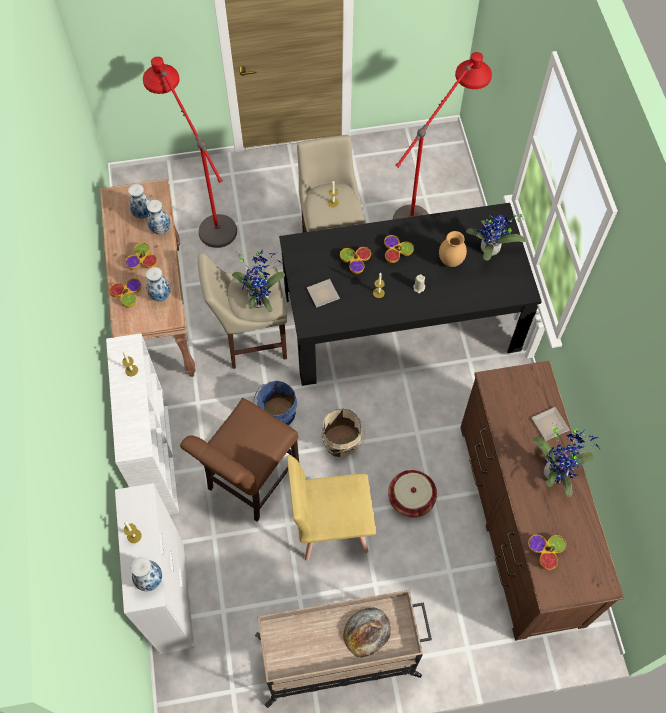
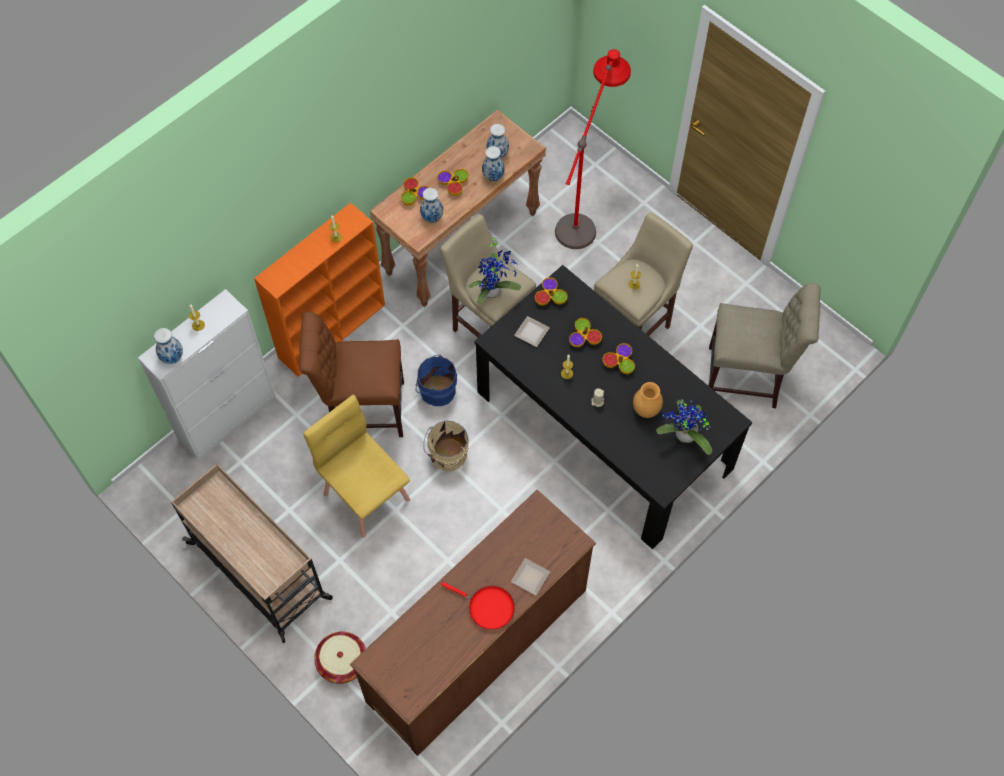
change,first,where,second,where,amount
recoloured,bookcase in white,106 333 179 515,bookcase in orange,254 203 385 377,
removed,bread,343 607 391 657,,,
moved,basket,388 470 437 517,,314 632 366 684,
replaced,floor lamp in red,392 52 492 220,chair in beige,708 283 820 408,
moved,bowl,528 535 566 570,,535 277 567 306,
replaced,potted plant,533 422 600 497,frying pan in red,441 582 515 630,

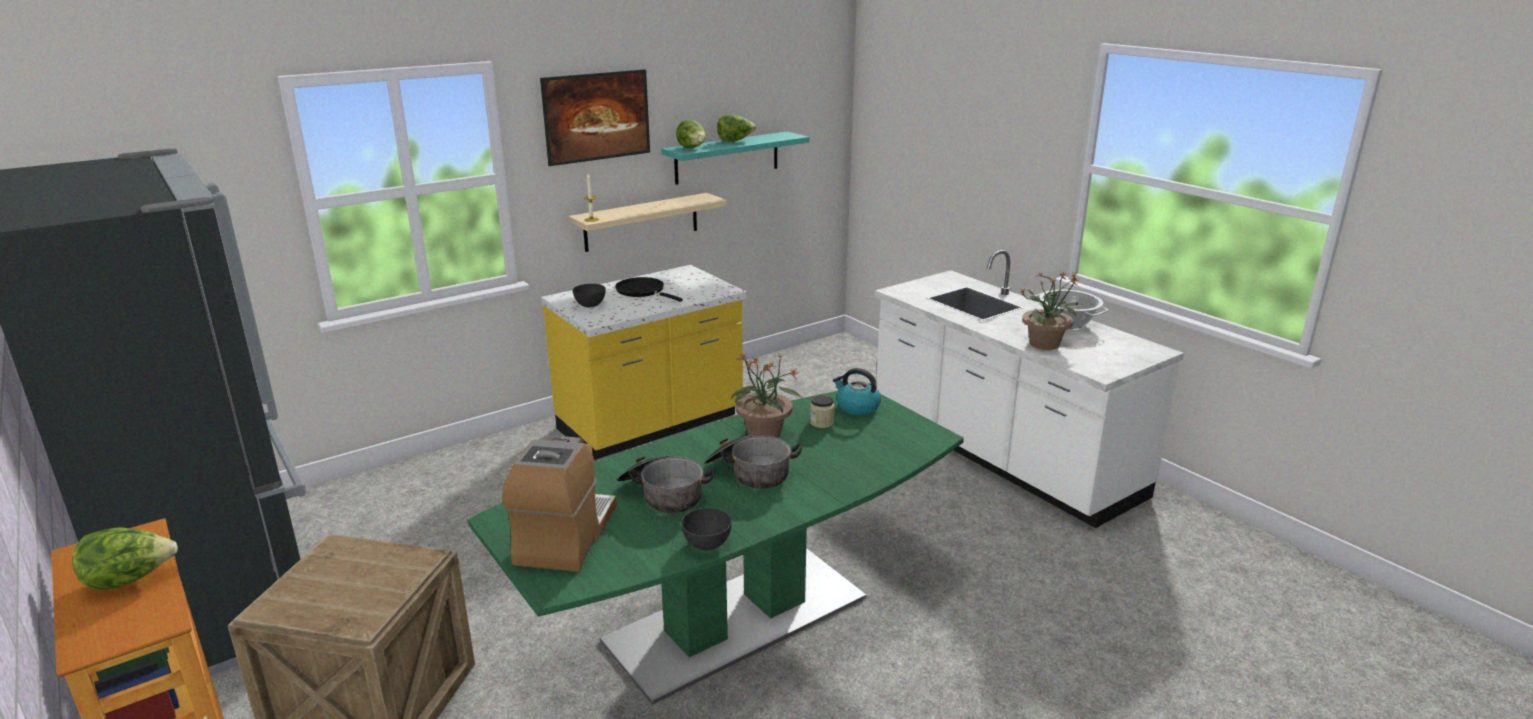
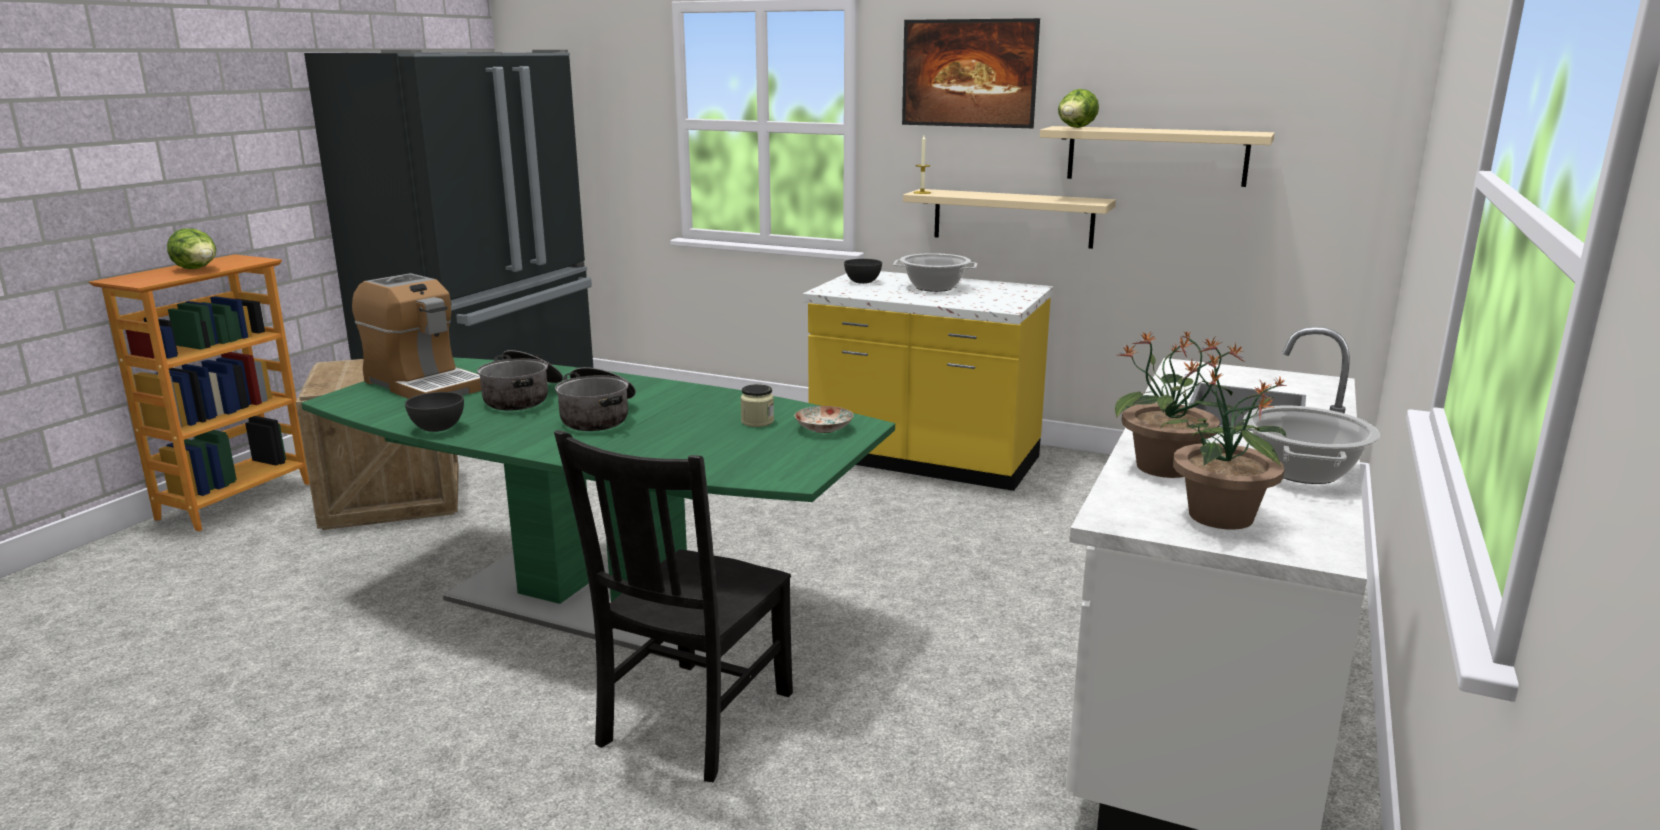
change,first,where,second,where,amount
turned,coffee machine,502 436 617 572,,352 273 481 399,60 degrees clockwise
replaced,frying pan in black,615 277 683 302,cooking pot,893 253 977 292,
recoloured,shelf in turquoise,661 131 810 185,shelf in beige,1040 126 1275 187,
removed,lettuce,717 114 756 142,,,
moved,potted plant,731 353 801 438,,1159 353 1287 530,
replaced,kettle,833 368 881 415,plate,795 406 854 433,
added,,,chair in black,554 430 793 782,

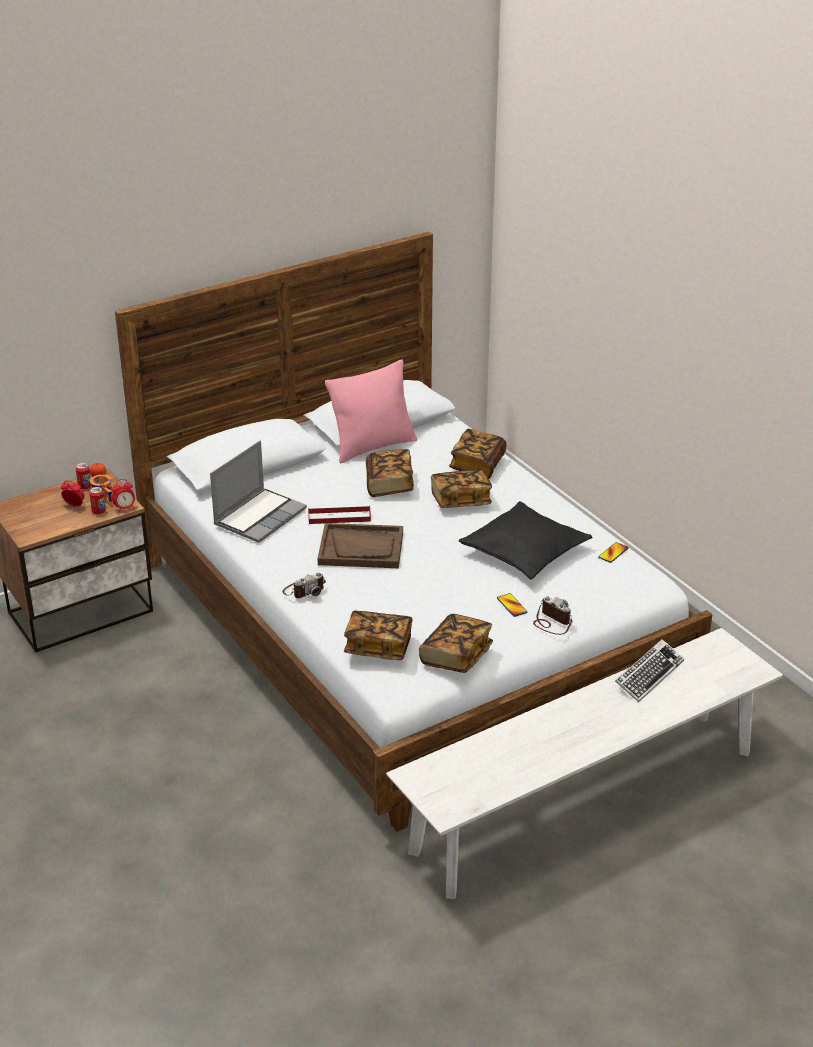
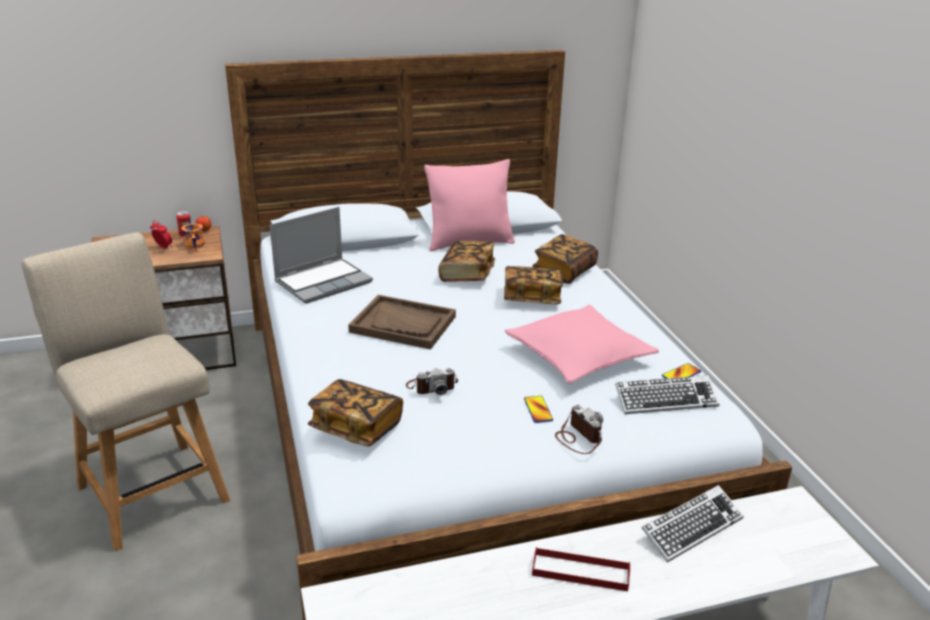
change,first,where,second,where,amount
removed,can,89 487 106 515,,,
removed,alarm clock,112 479 135 512,,,
moved,photo camera,282 573 326 598,,406 368 458 395,
moved,tray in red,308 506 371 524,,532 547 630 591,
removed,book,419 614 493 673,,,
recoloured,pillow in black,458 501 592 580,pillow in pink,505 304 659 384,
added,,,chair in beige,22 232 230 551,
added,,,keyboard,615 375 720 414,

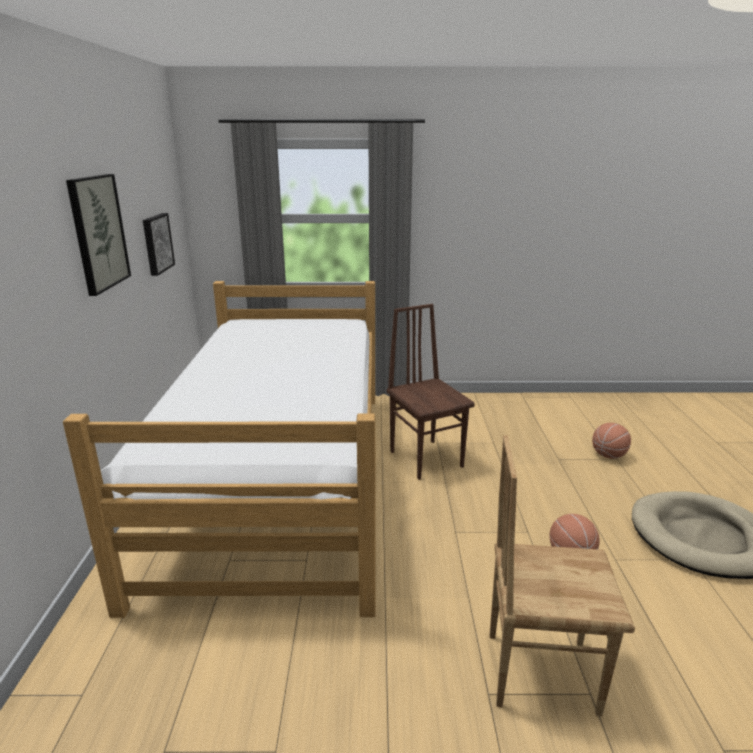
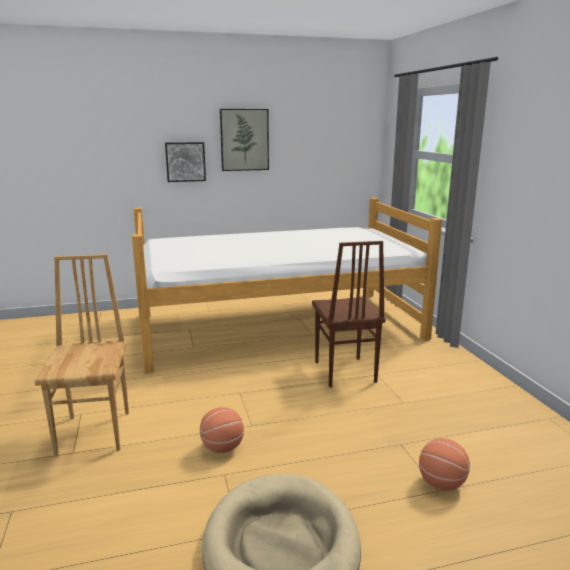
change,first,where,second,where,amount
moved,picture,143 213 175 276,,165 142 206 182,
turned,chair in brown,387 304 475 480,,312 241 386 387,120 degrees clockwise

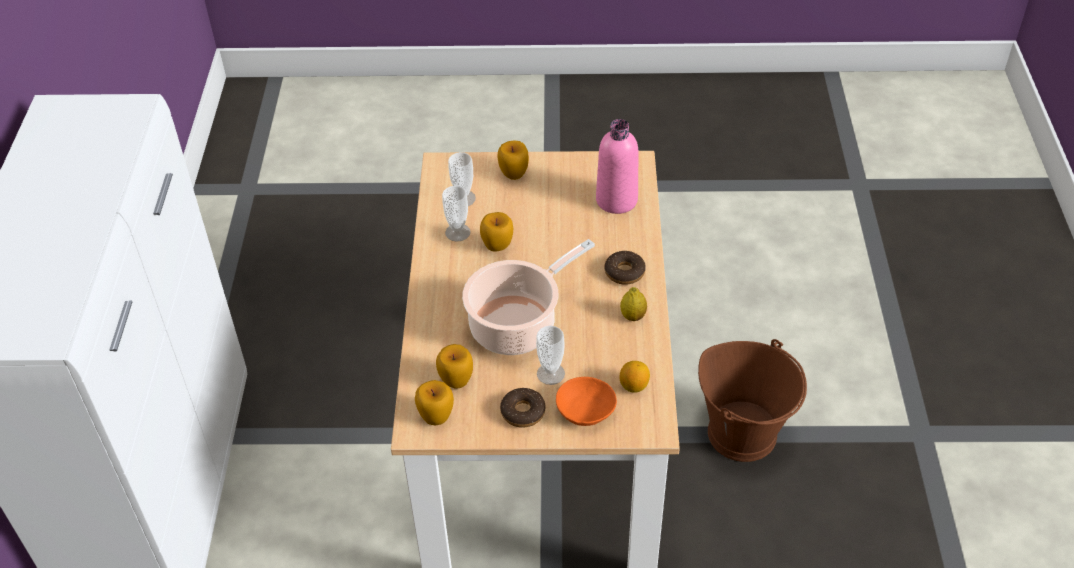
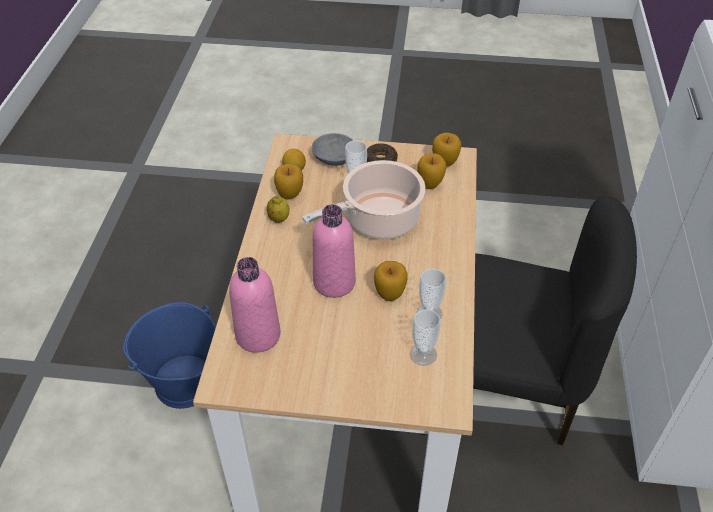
change,first,where,second,where,amount
moved,apple,498 140 529 180,,274 164 303 200,
recoloured,bowl in orange,556 377 617 426,bowl in grey,312 133 354 166,
removed,donut,604 251 646 285,,,
recoloured,bucket in brown,698 339 807 462,bucket in blue,123 302 216 409,
added,,,bottle in pink,313 204 356 298,
added,,,chair in black,419 195 637 445,

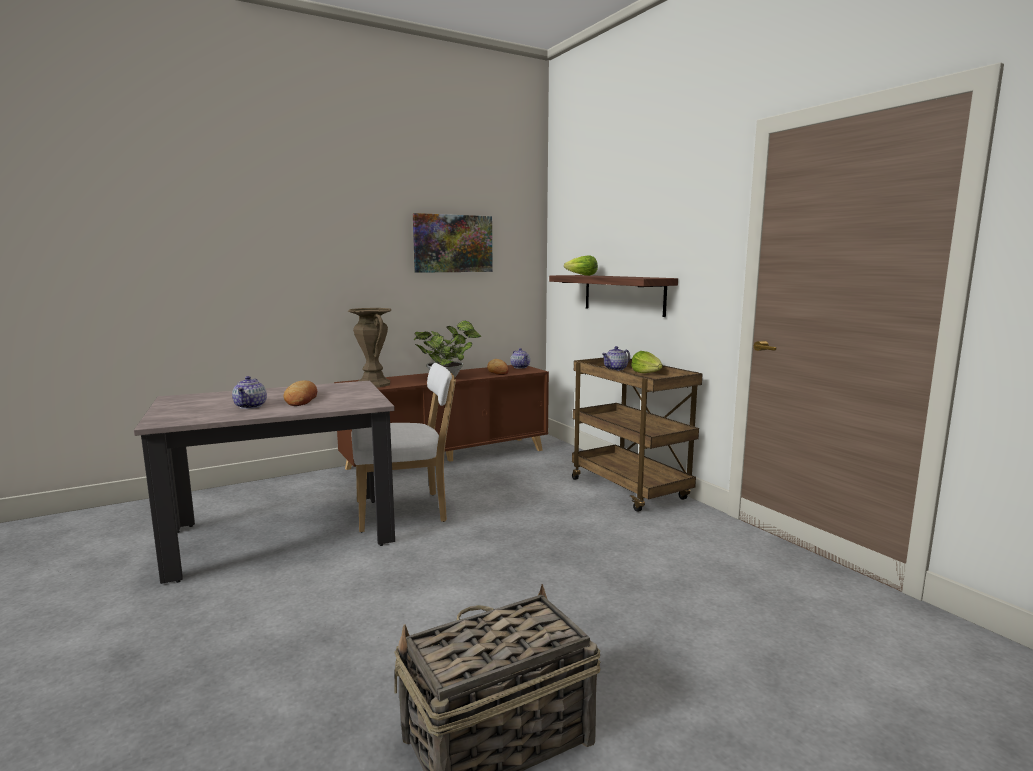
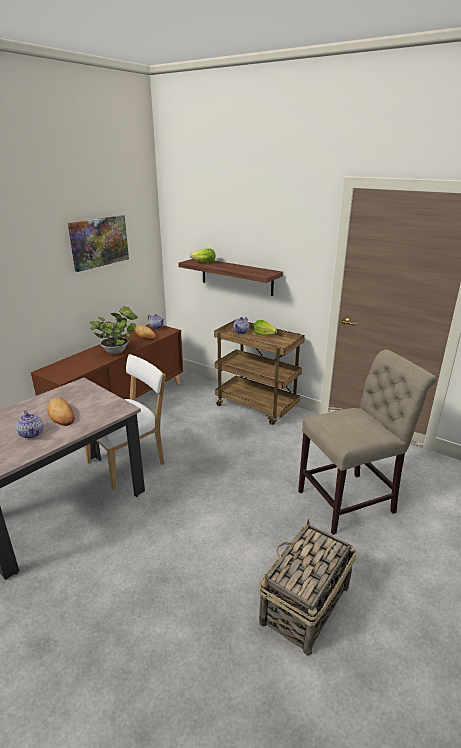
change,first,where,second,where,amount
removed,vase in brown,348 308 391 388,,,
added,,,chair in beige,298 350 436 535,

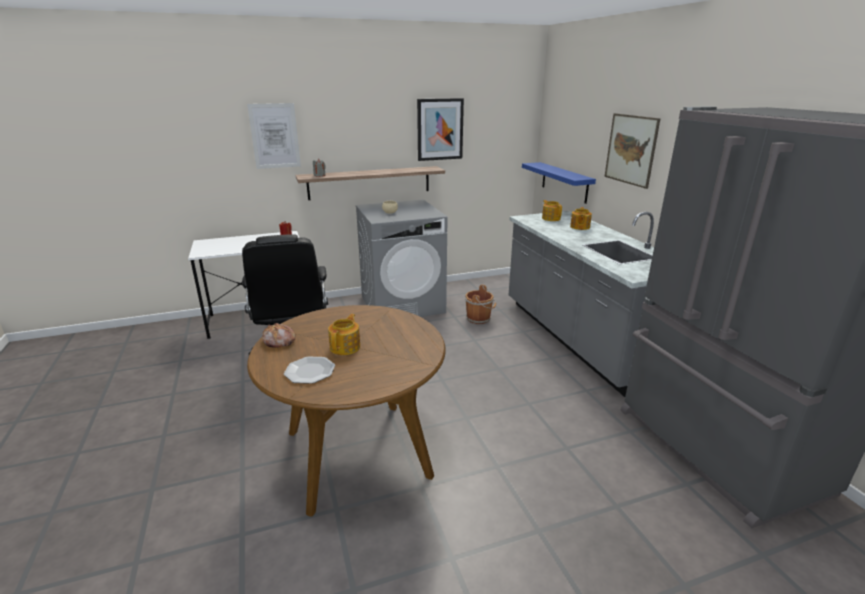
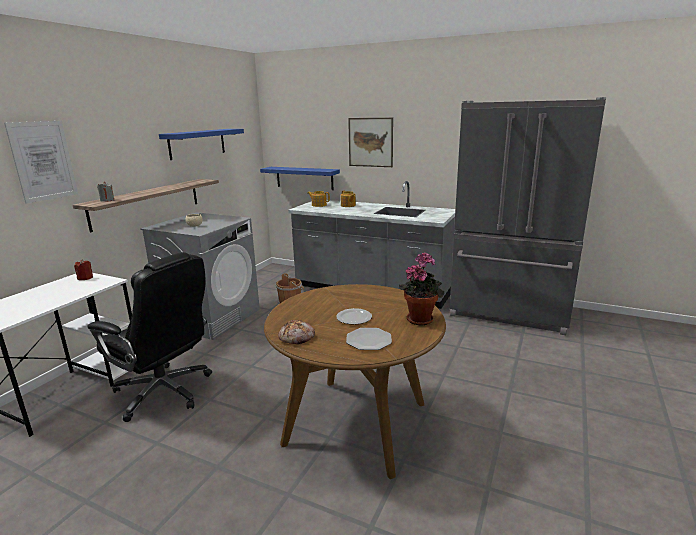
change,first,where,second,where,amount
replaced,teapot,328 314 360 355,plate,336 308 372 325,
replaced,picture,417 98 464 161,shelf in blue,159 129 244 160,
added,,,potted plant,399 252 444 325,

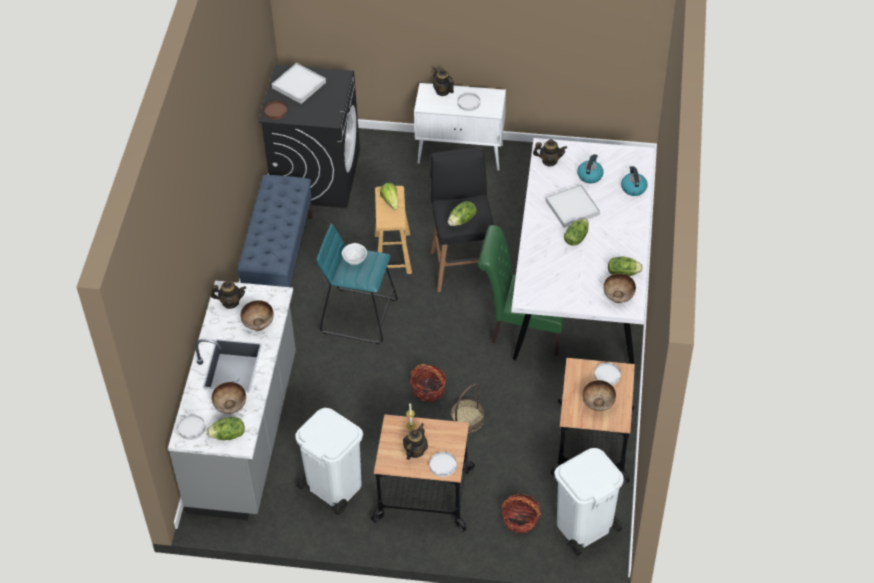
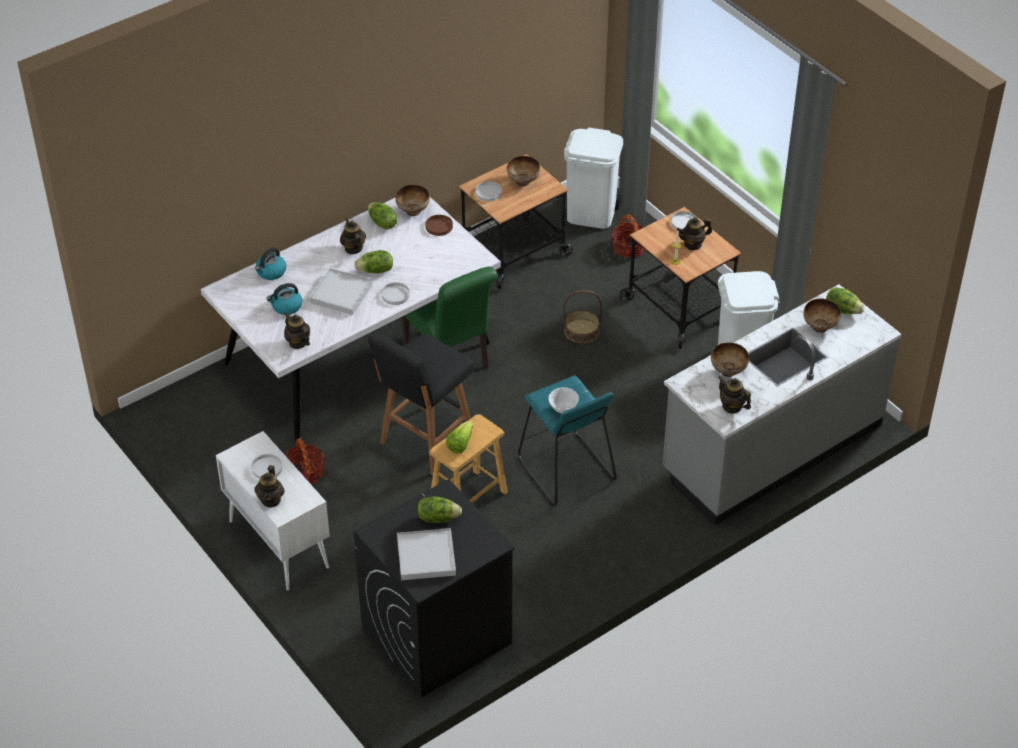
change,first,where,second,where,amount
moved,plate in white,178 415 205 440,,381 283 410 305,
removed,bench in blue,237 175 313 309,,,
moved,plate in brown,264 101 288 120,,426 215 453 236,
moved,basket,410 364 446 402,,285 437 326 484,
moved,lettuce,448 201 477 226,,417 496 462 523,
added,,,teapot,340 217 366 254,

